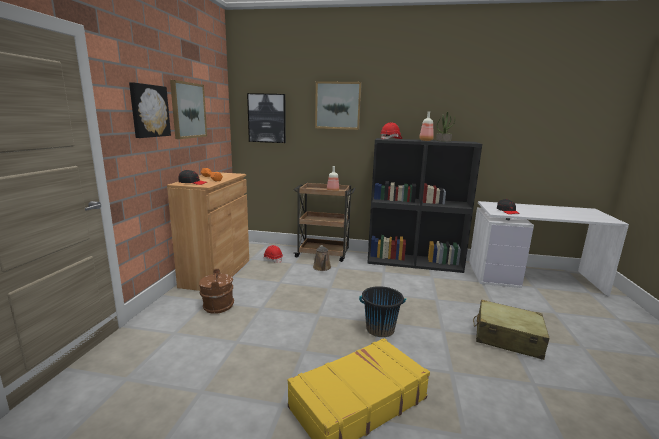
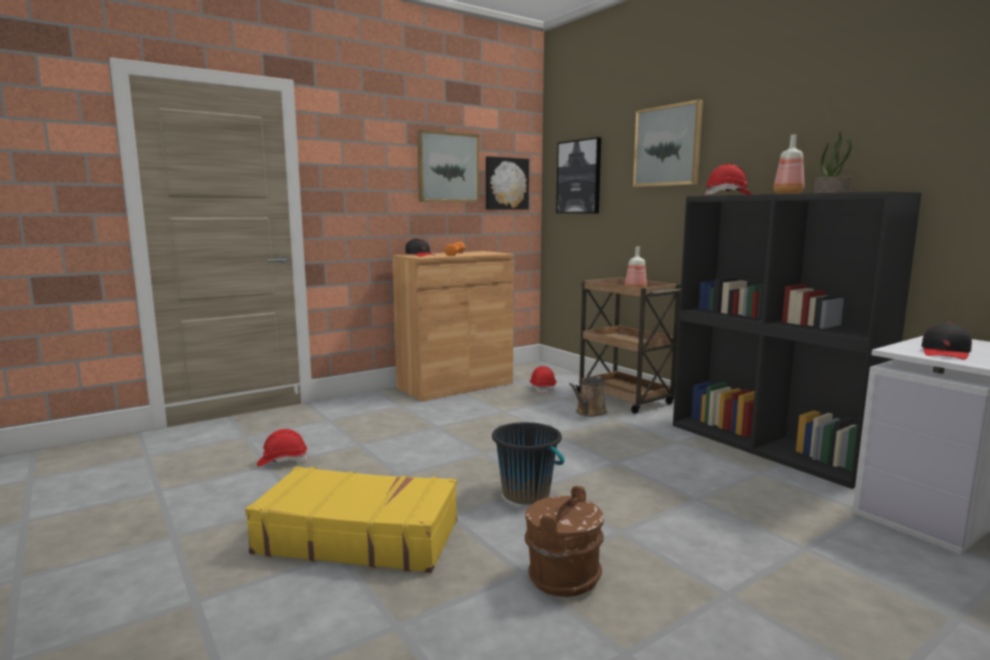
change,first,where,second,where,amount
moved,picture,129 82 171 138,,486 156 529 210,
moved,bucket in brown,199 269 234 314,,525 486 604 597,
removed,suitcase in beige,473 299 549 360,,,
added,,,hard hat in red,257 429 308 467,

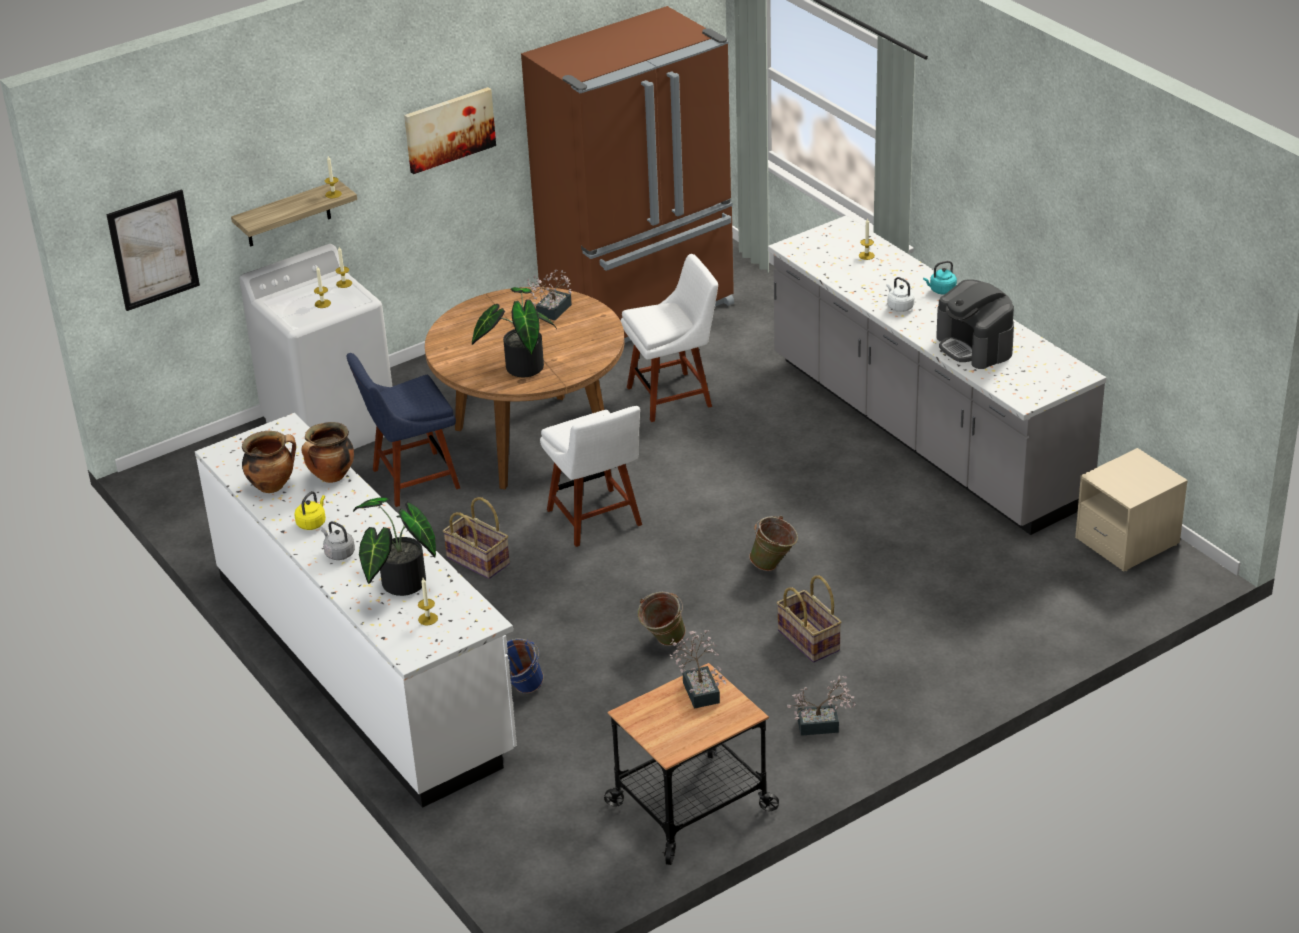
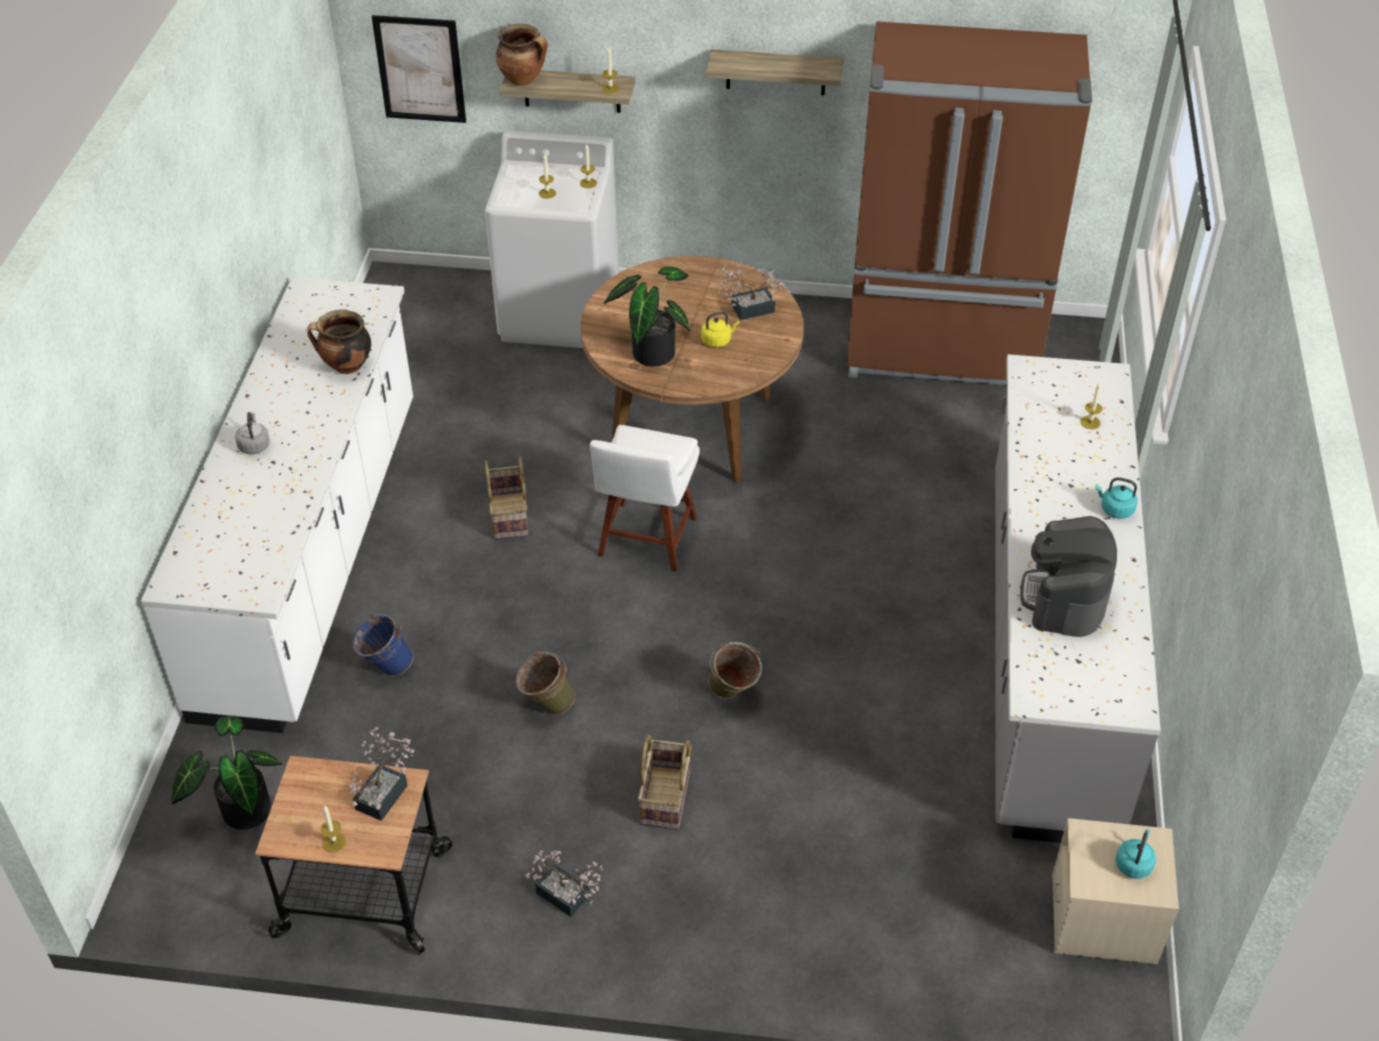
change,first,where,second,where,amount
moved,cooking pot,242 431 296 493,,496 24 548 86,
moved,kettle in yellow,294 491 326 530,,701 312 739 347,
removed,chair in blue,346 353 460 507,,,
moved,potted plant,353 497 436 596,,171 716 282 830,
replaced,picture,404 87 496 174,shelf,706 49 843 95,
moved,candle,418 578 438 625,,320 805 346 852,
removed,chair in white,621 254 718 422,,,
removed,kettle in white,887 277 914 312,,,
added,,,kettle in turquoise,1115 829 1156 879,

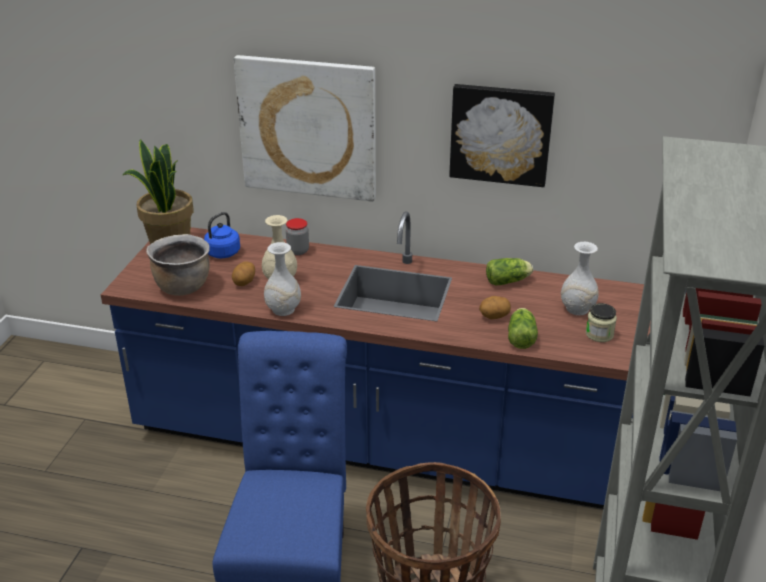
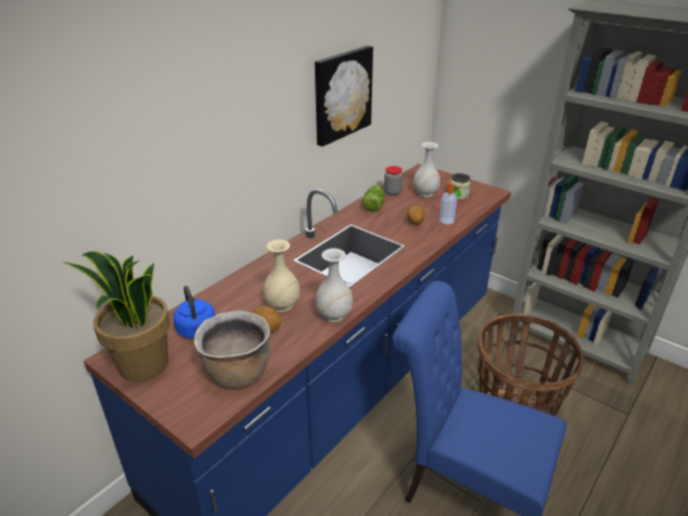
change,first,where,second,where,amount
removed,picture,234 55 376 202,,,
moved,jar,286 218 309 255,,384 166 403 195,
replaced,lettuce,508 308 538 349,soap dispenser,439 182 457 224,

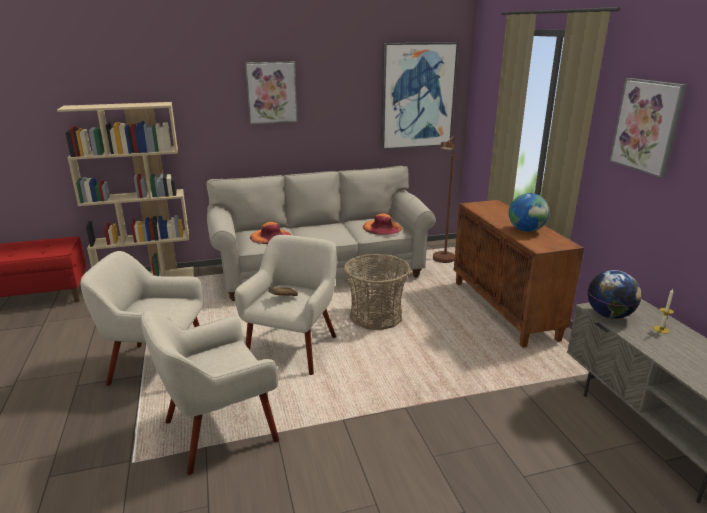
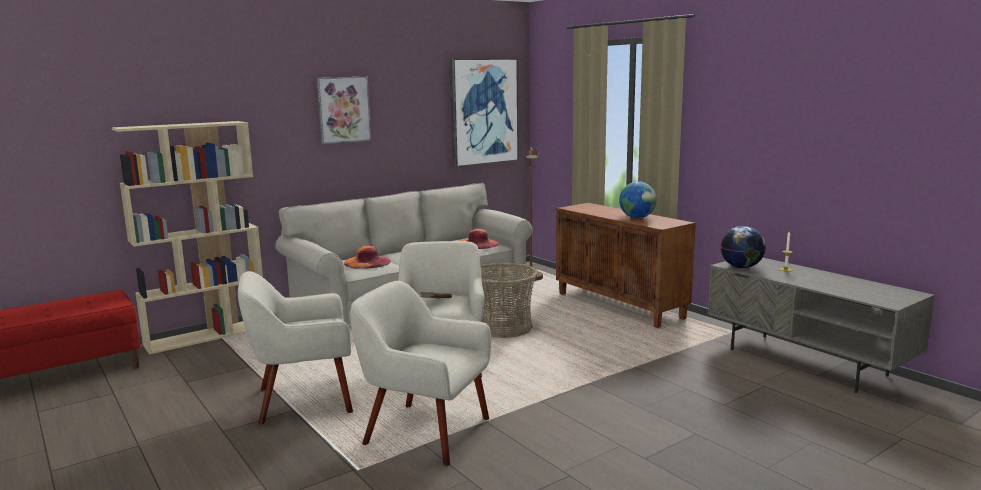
change,first,where,second,where,amount
turned,armchair in beige,141 311 279 475,,350 281 491 466,75 degrees clockwise
removed,picture,609 78 687 178,,,

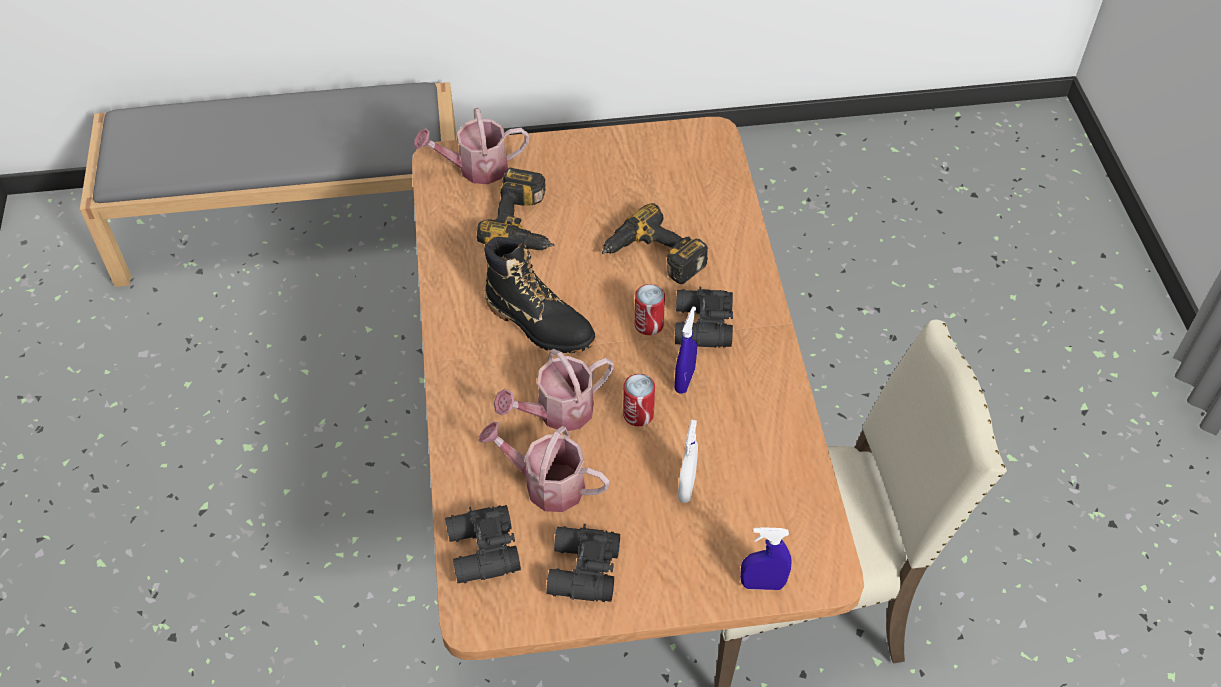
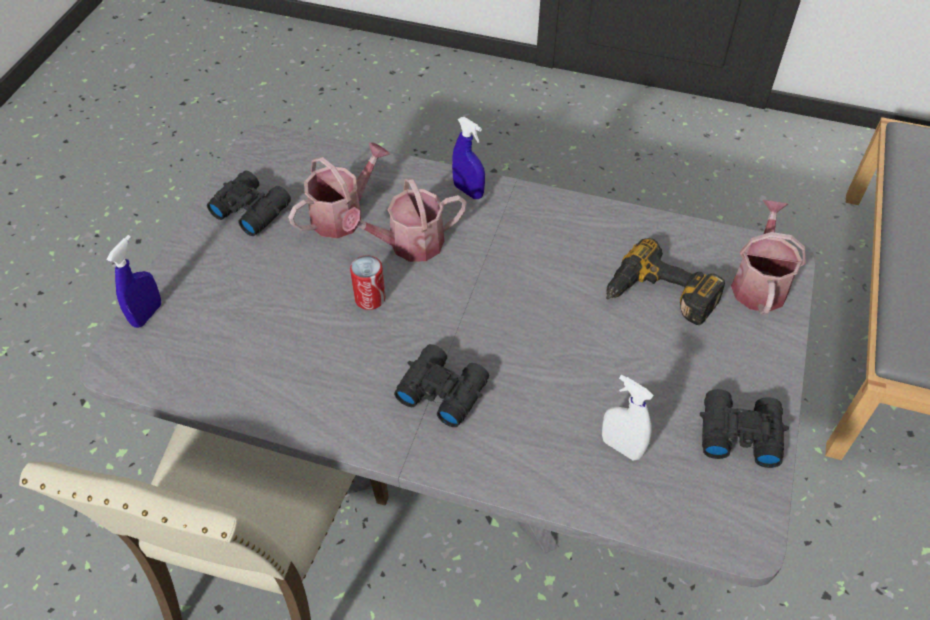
change,first,where,second,where,amount
recoloured,dining table in brown,412 117 864 660,dining table in grey,80 125 815 587,
moved,binoculars in black,445 505 521 583,,700 389 789 468,
removed,boot in black,484 237 596 353,,,
turned,watering can,494 349 614 431,,342 178 467 262,105 degrees counterclockwise
removed,power drill,602 203 708 284,,,
removed,can,635 284 665 335,,,
moved,spray bottle in blue,674 306 697 394,,452 117 485 199,
moved,spray bottle in white,678 419 698 503,,602 375 654 460,

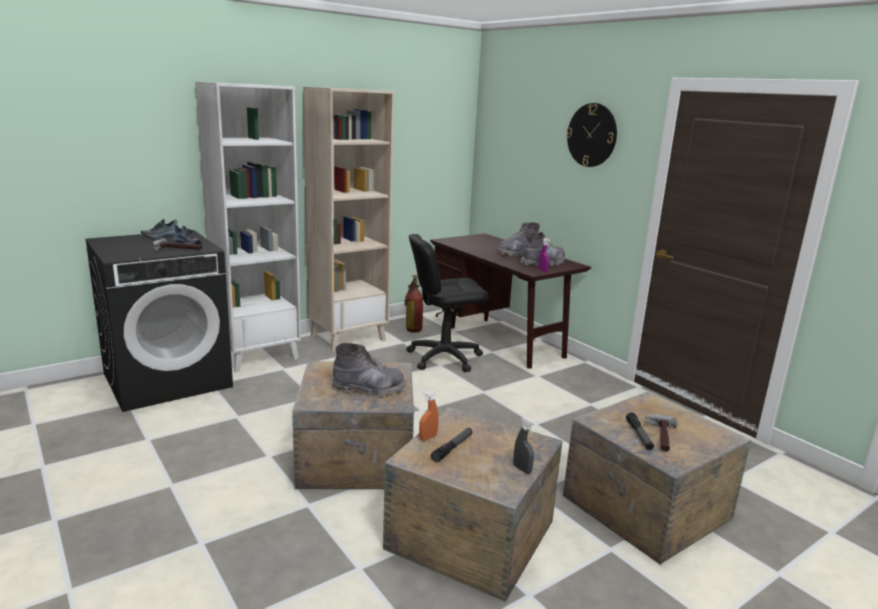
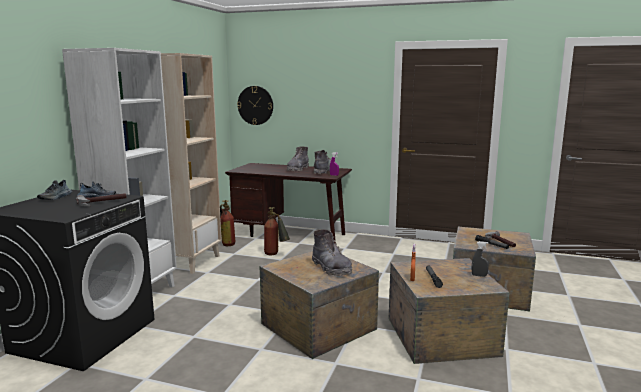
change,first,where,second,where,amount
turned,boot in grey,332 343 405 397,,312 230 352 275,90 degrees clockwise
replaced,office chair in black,406 234 488 372,fire extinguisher,264 207 290 255,
moved,wall clock,566 103 617 167,,237 86 273 125,

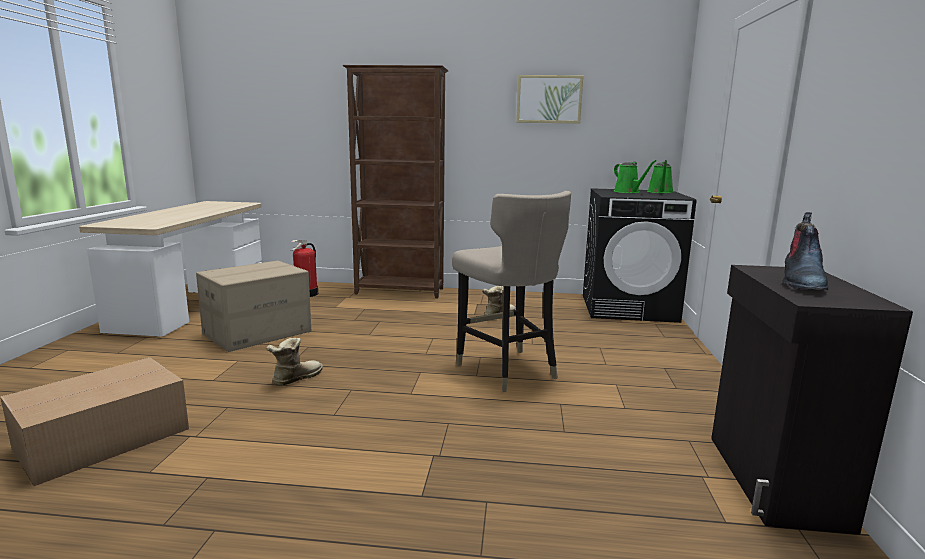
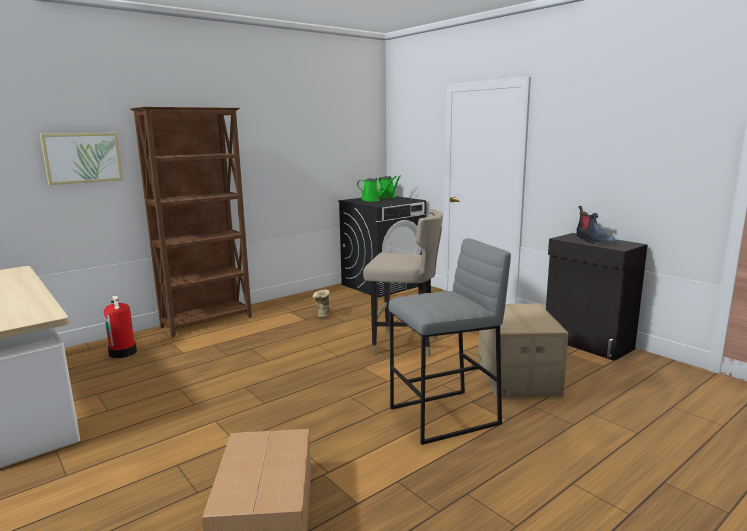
change,first,where,second,where,amount
moved,cardboard box,196 260 311 352,,478 303 568 397,
removed,boot,267 338 323 386,,,
moved,picture,516 75 583 124,,40 133 123 185,
added,,,stool in grey,388 238 511 445,

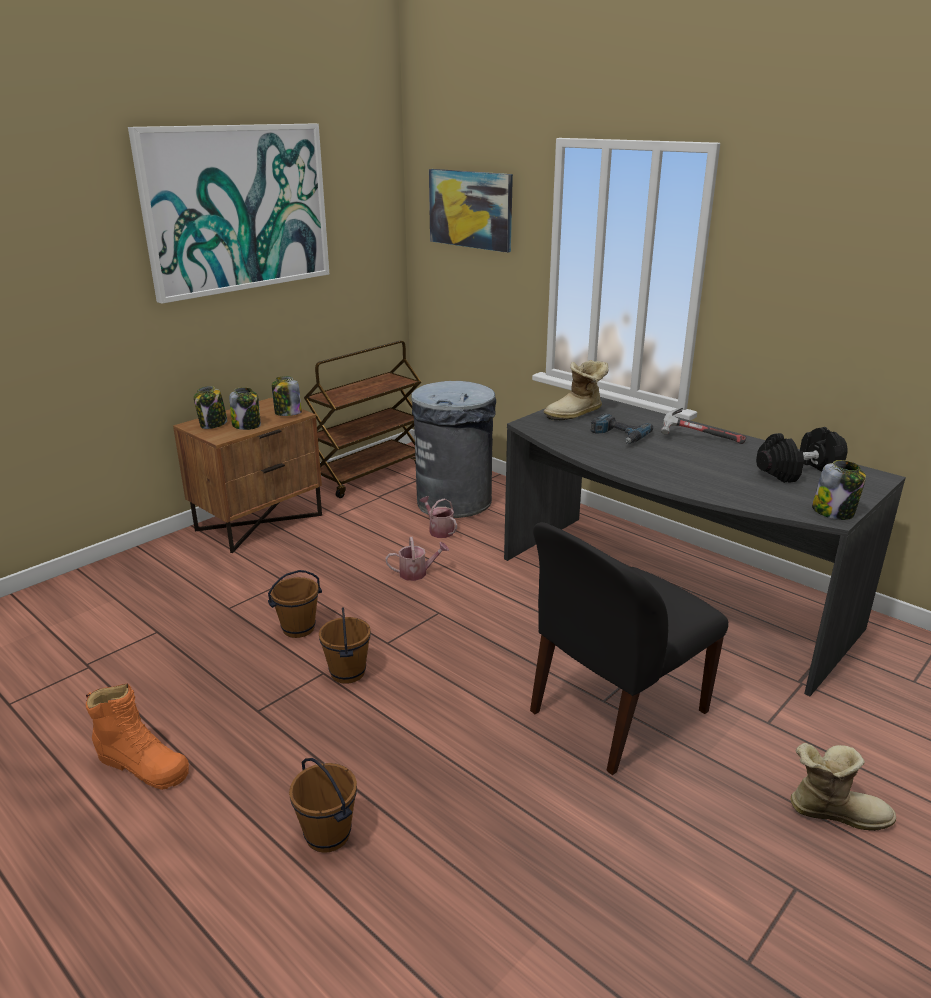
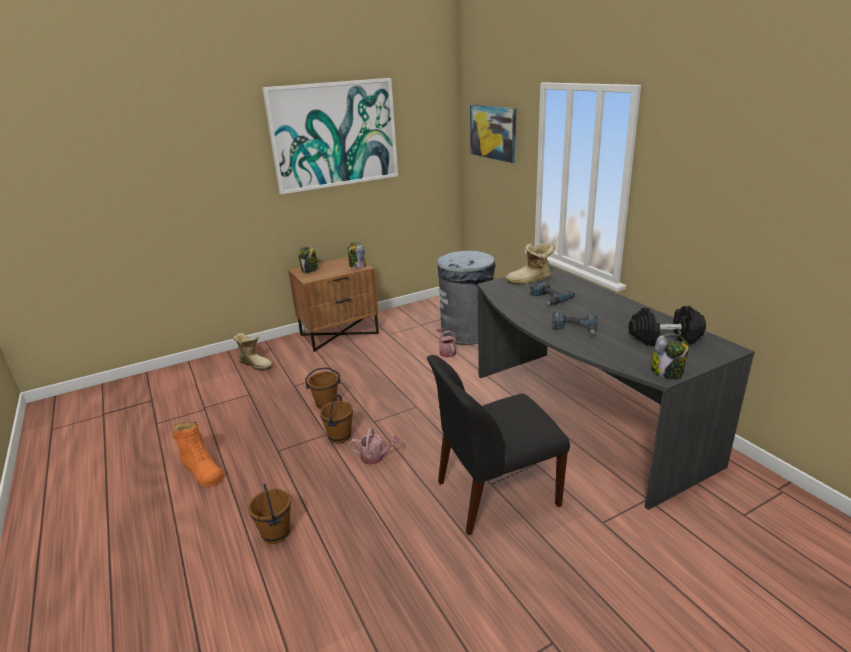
change,first,where,second,where,amount
removed,jar,229 387 261 430,,,
removed,cart in brown,304 341 421 498,,,
moved,watering can,385 537 449 581,,349 428 401 465,
removed,hammer,661 408 747 444,,,
moved,boot,791 743 896 831,,233 333 272 371,
added,,,power drill,552 311 598 335,

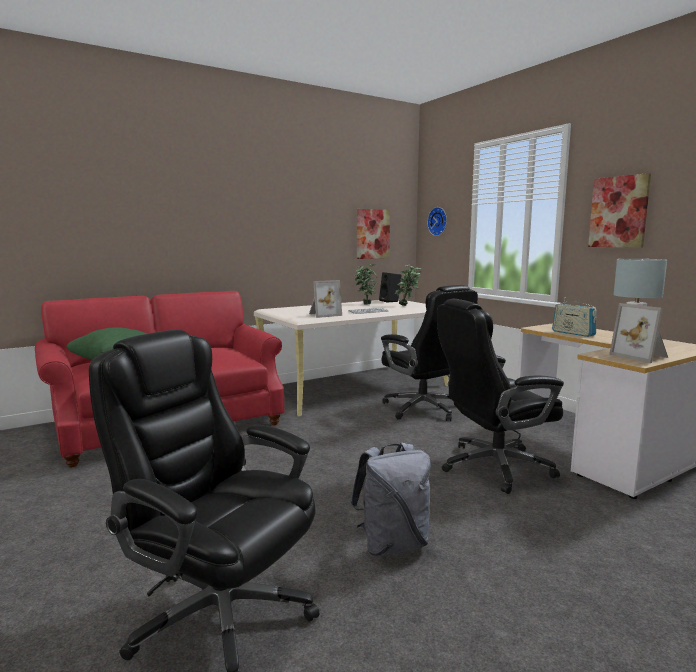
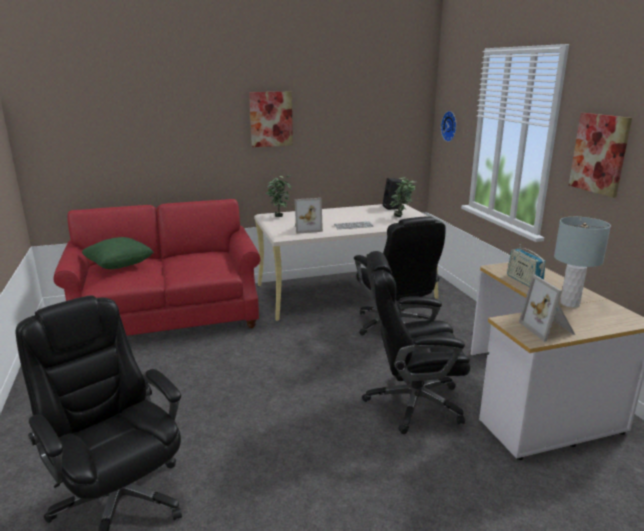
change,first,where,second,where,amount
removed,backpack in grey,350 442 431 556,,,
moved,potted plant,354 264 378 305,,265 175 292 217,
moved,picture,357 209 390 259,,249 92 293 147,

